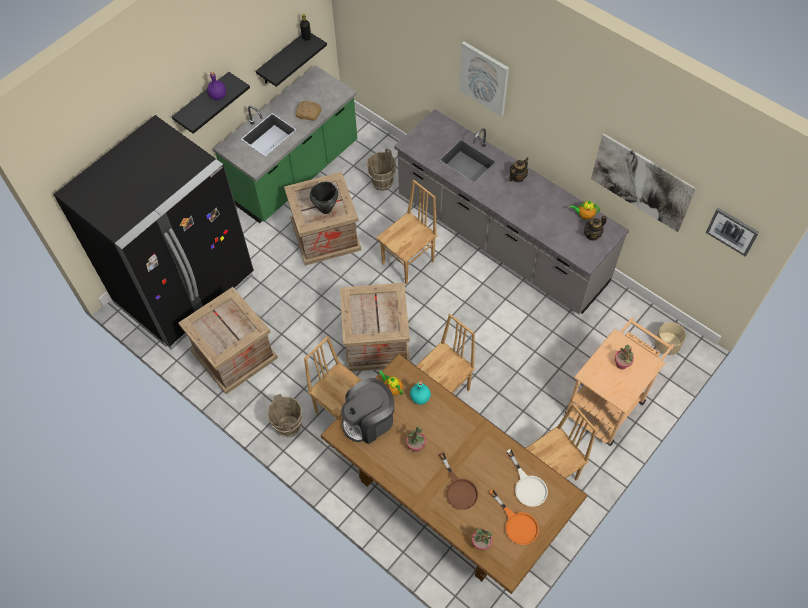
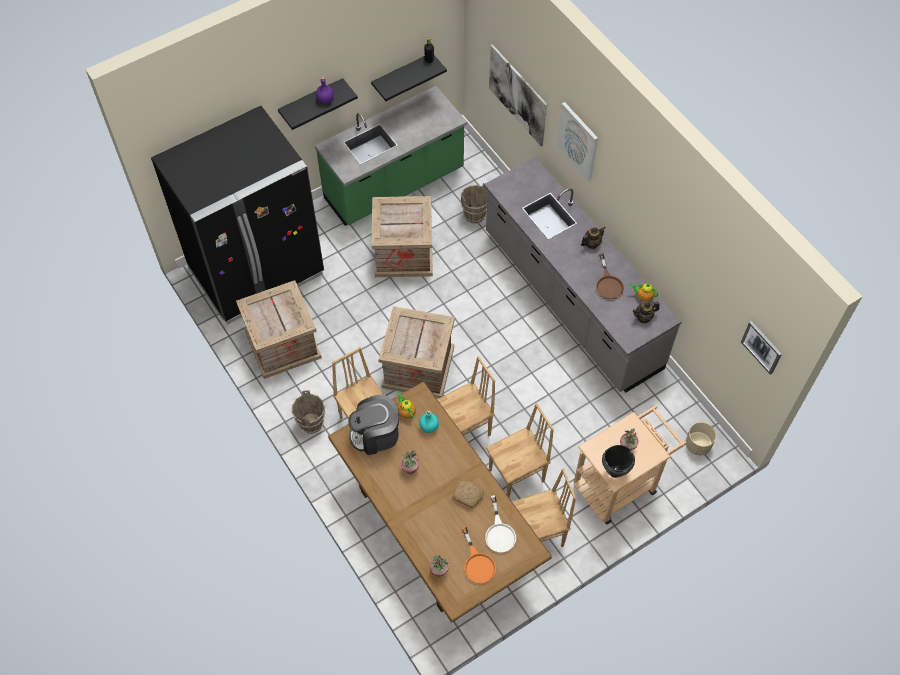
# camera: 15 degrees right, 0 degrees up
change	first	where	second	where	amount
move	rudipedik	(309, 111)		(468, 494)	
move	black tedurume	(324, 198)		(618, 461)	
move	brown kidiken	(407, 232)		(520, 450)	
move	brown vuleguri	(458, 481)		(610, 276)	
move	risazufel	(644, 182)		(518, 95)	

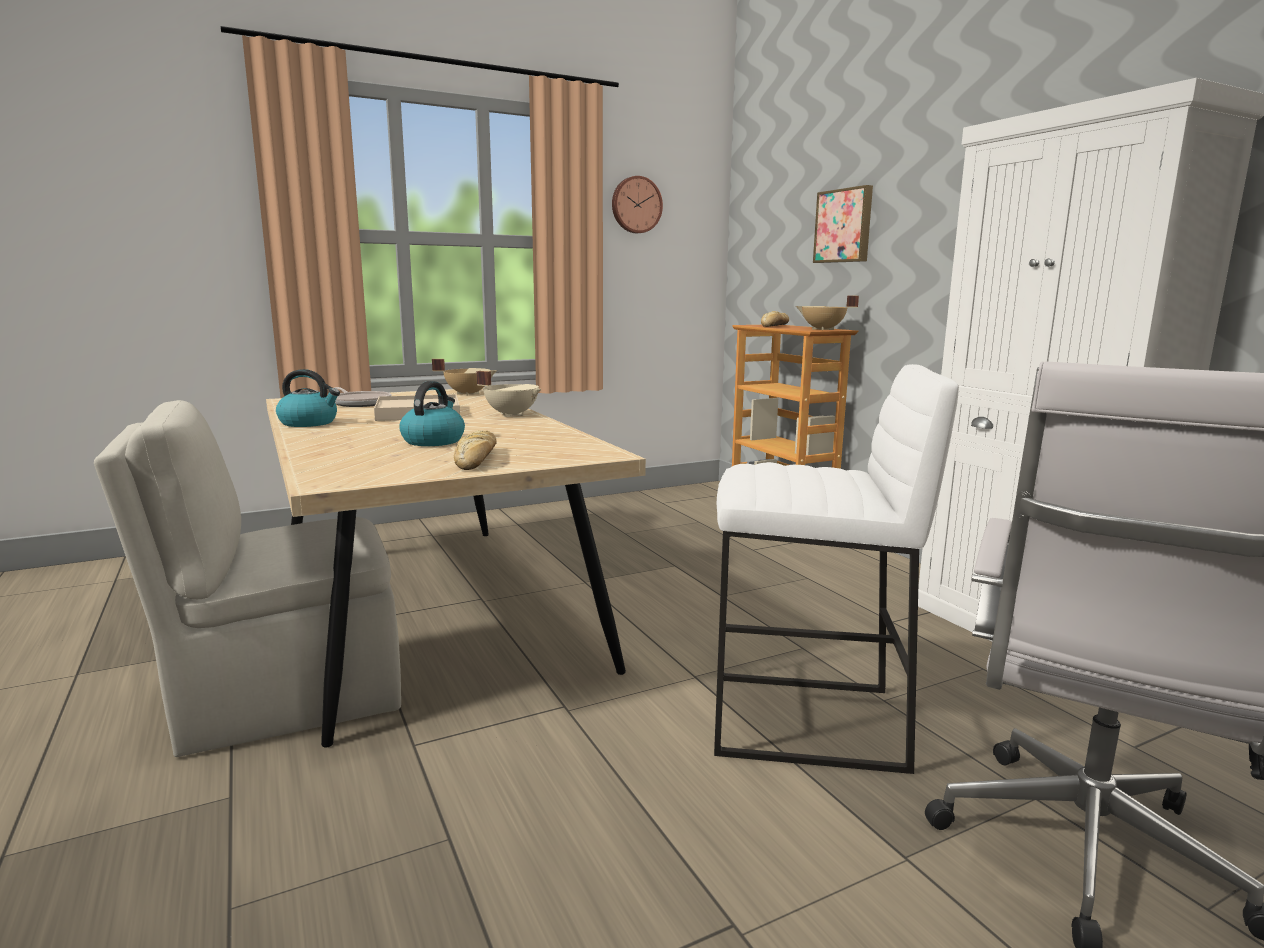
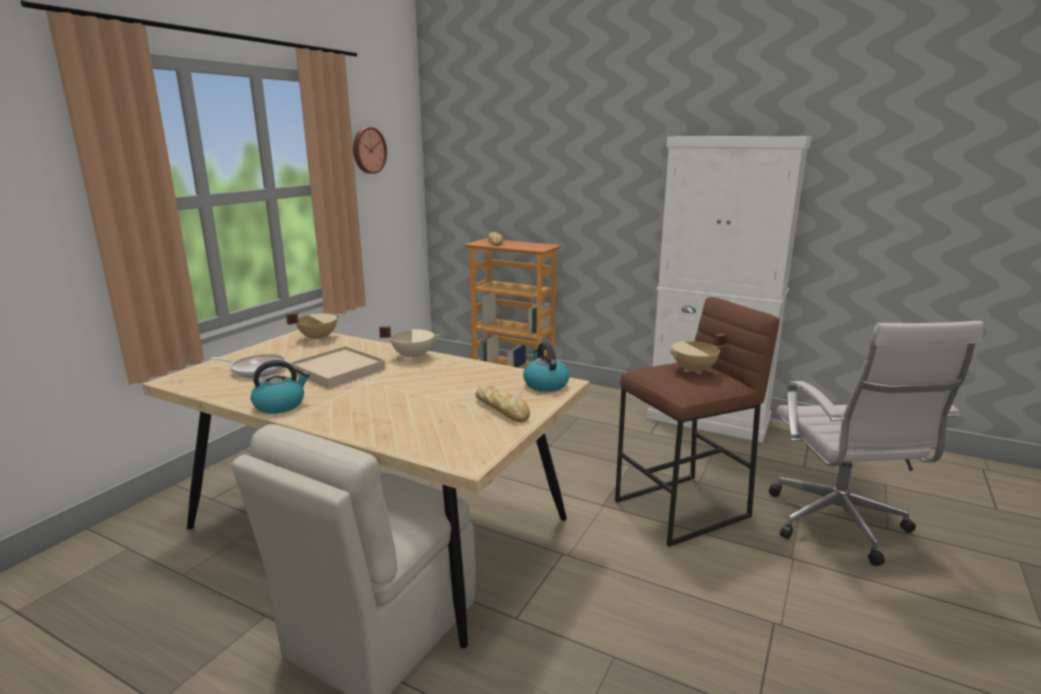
# camera: 35 degrees left, 5 degrees up
change	first	where	second	where	amount
move	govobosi	(432, 413)		(546, 367)	
recolor	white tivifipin	(836, 569)	brown tivifipin	(697, 422)	
move	beige tedurume	(827, 313)		(698, 353)	
delete	risazufel	(843, 224)			

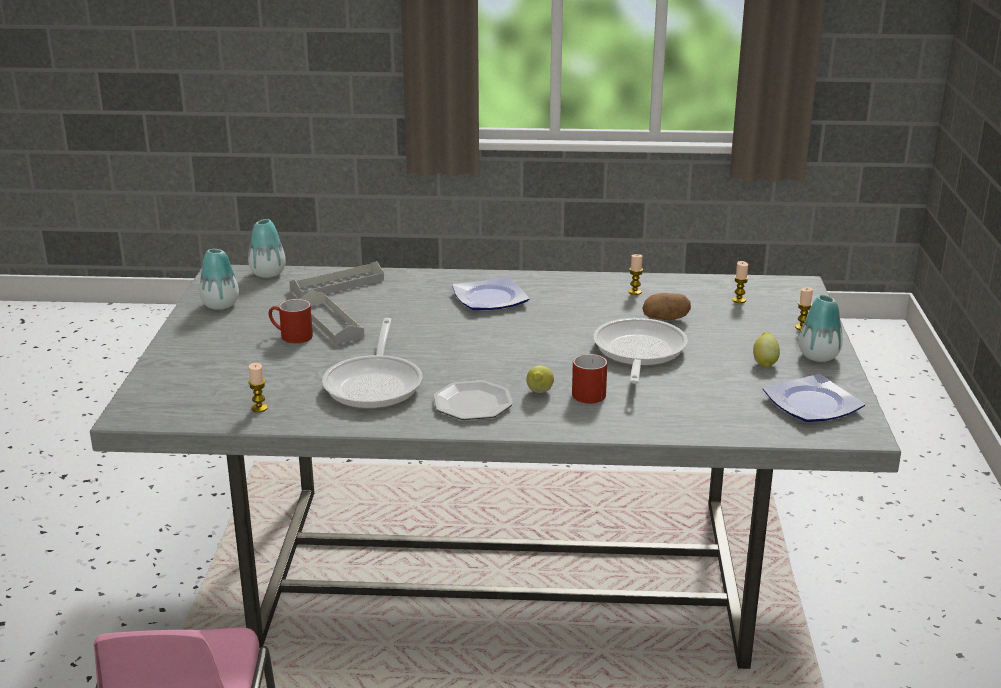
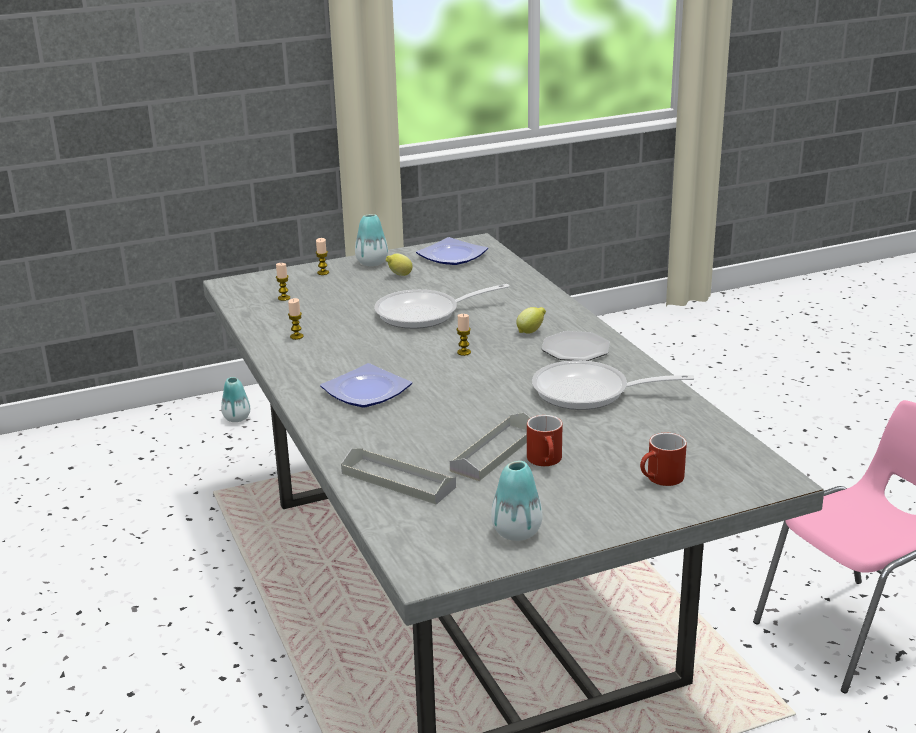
# camera: 115 degrees left, 0 degrees up
change	first	where	second	where	amount
move	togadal	(267, 248)		(235, 399)	
move	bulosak	(258, 387)		(463, 335)	
rotate	vuleguri	(372, 363)		(613, 385)	150 degrees counterclockwise
move	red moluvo	(589, 379)		(663, 459)	
delete	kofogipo	(666, 306)			

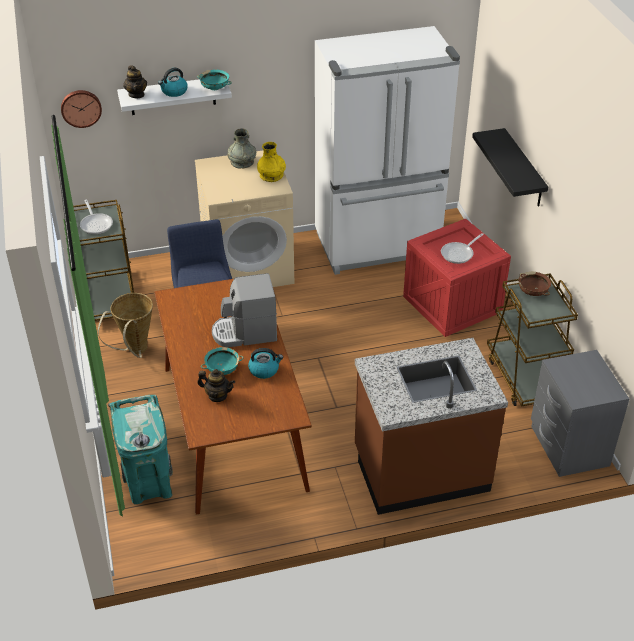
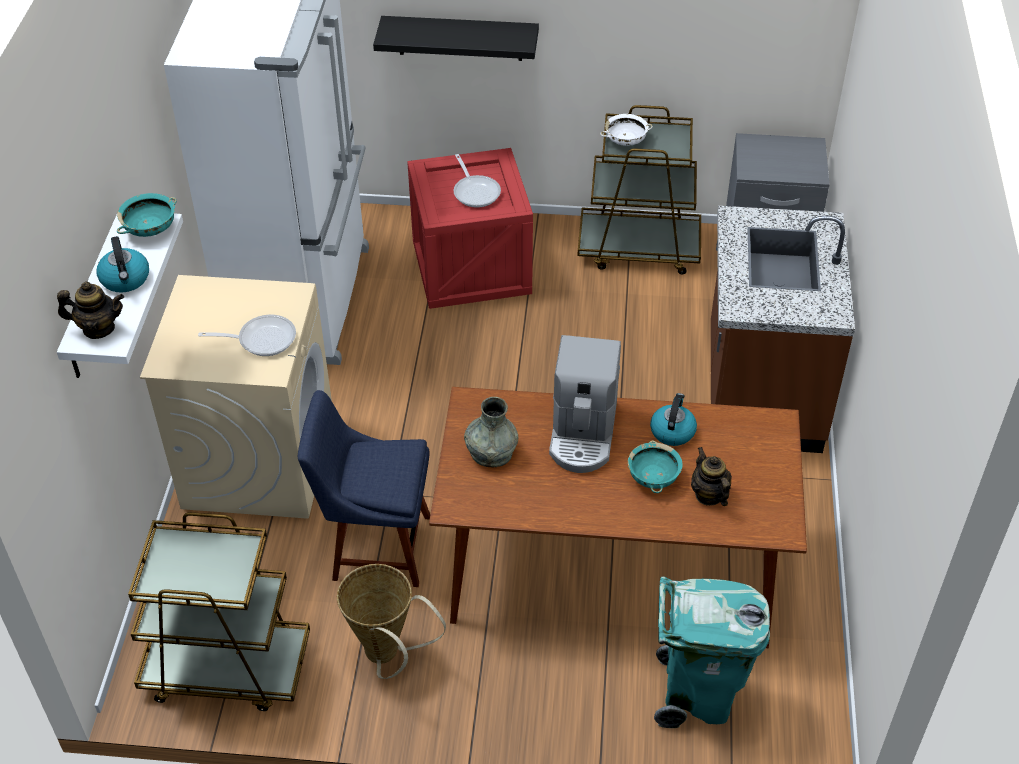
# camera: 70 degrees left, 5 degrees up
change	first	where	second	where	amount
delete	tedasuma	(81, 109)			
move	vuleguri	(96, 217)		(247, 335)	
rotate	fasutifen	(216, 385)		(711, 476)	60 degrees counterclockwise
move	grey togadal	(242, 148)		(491, 432)	
delete	yellow togadal	(271, 162)			
recolor	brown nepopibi	(535, 284)	white nepopibi	(626, 130)	

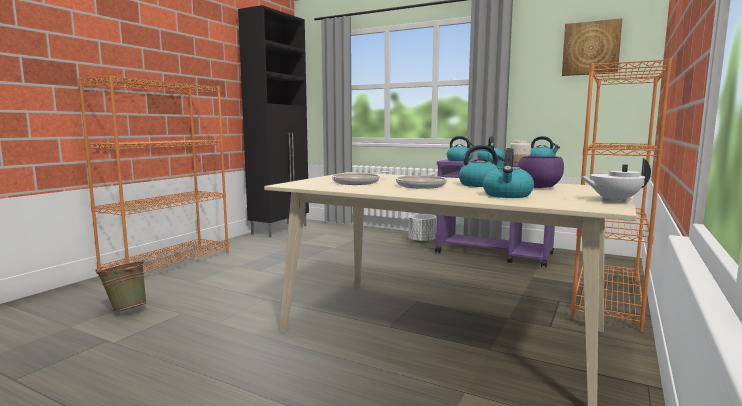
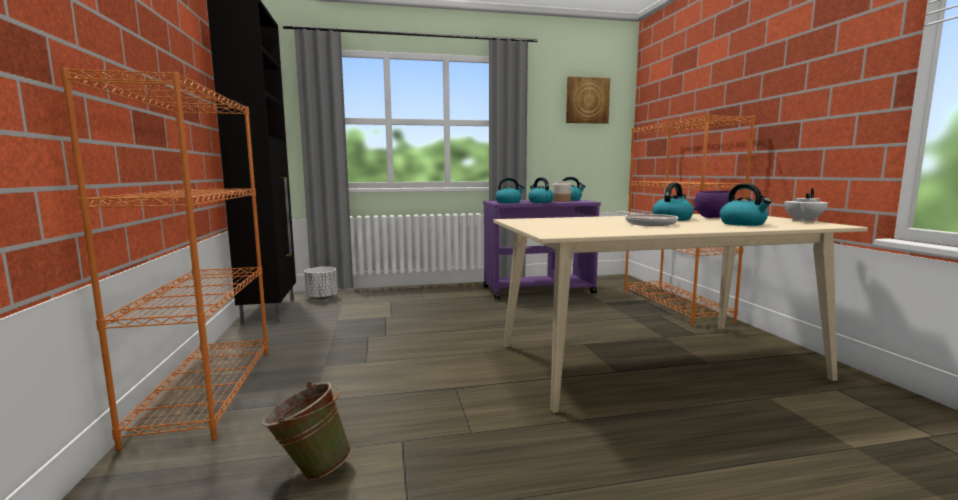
# camera: 40 degrees left, 0 degrees up
change	first	where	second	where	amount
delete	vuleguri	(361, 178)			
move	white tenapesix	(422, 228)		(320, 283)	

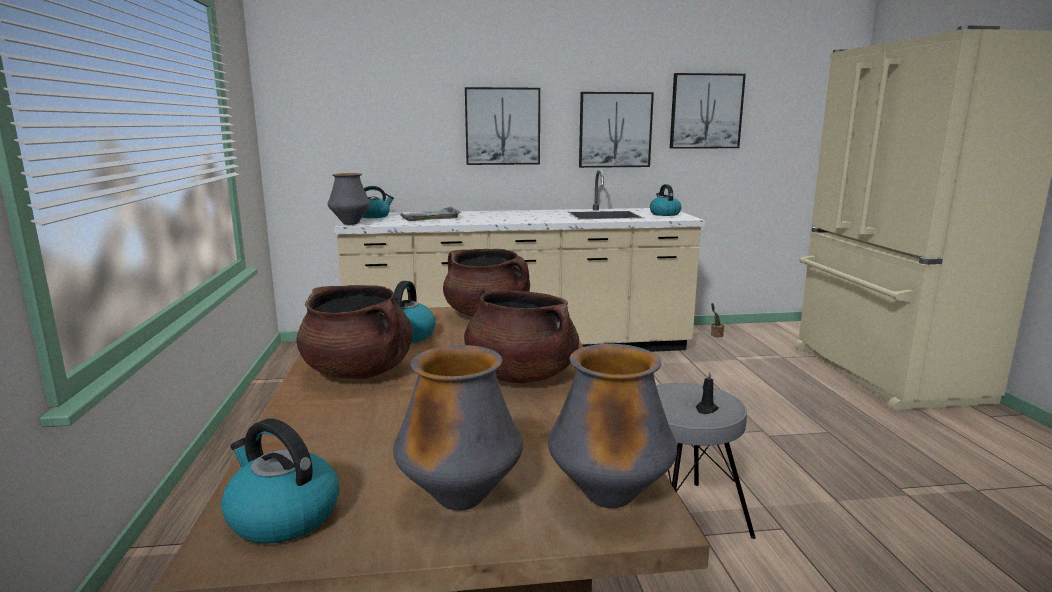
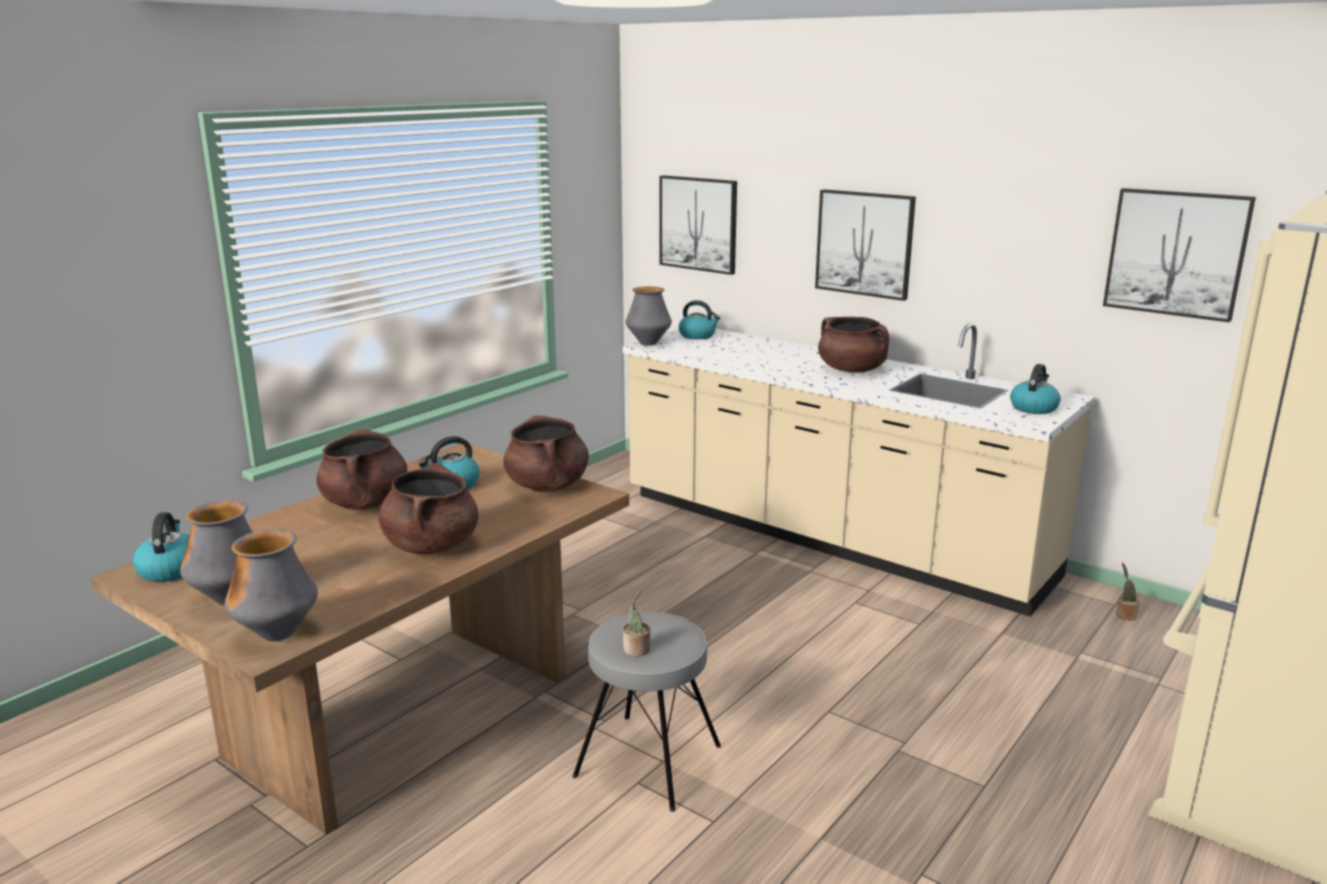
# camera: 45 degrees right, 5 degrees up
change	first	where	second	where	amount
delete	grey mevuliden	(430, 214)			
move	risazufel	(616, 130)		(698, 225)	
replace	black bulosak	(707, 392)	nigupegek	(636, 623)	
insert			brown tedurume	(853, 345)	

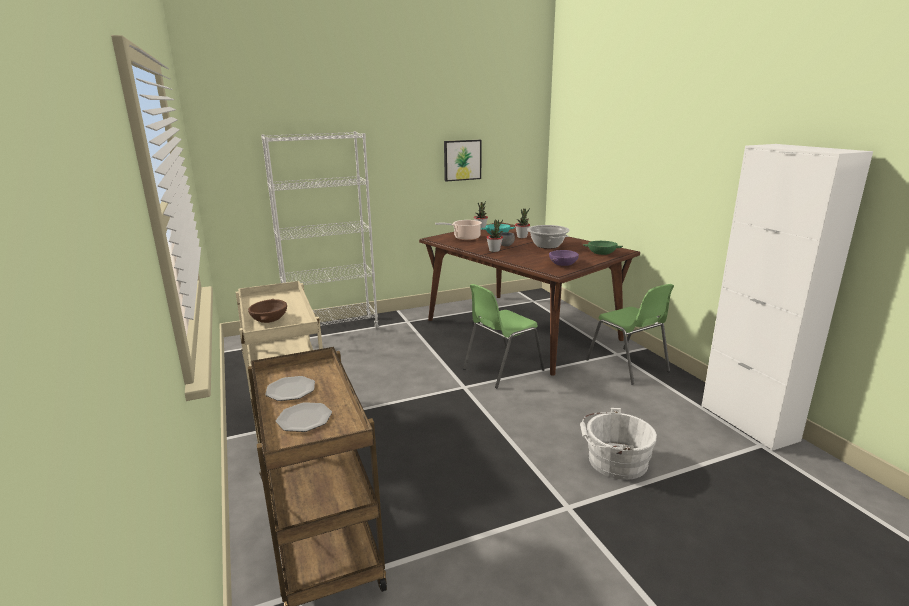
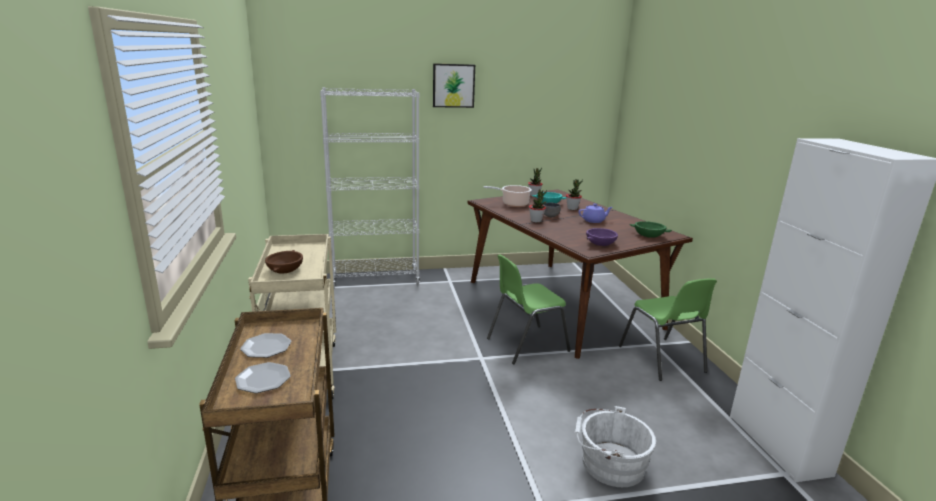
# camera: 10 degrees right, 0 degrees up
change	first	where	second	where	amount
move	risazufel	(462, 161)		(454, 85)	
replace	tedurume	(548, 237)	purple fasutifen	(595, 213)	

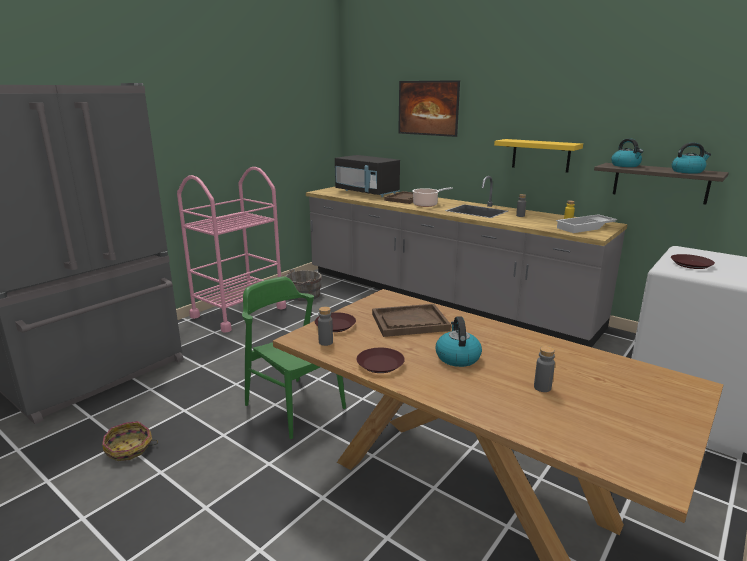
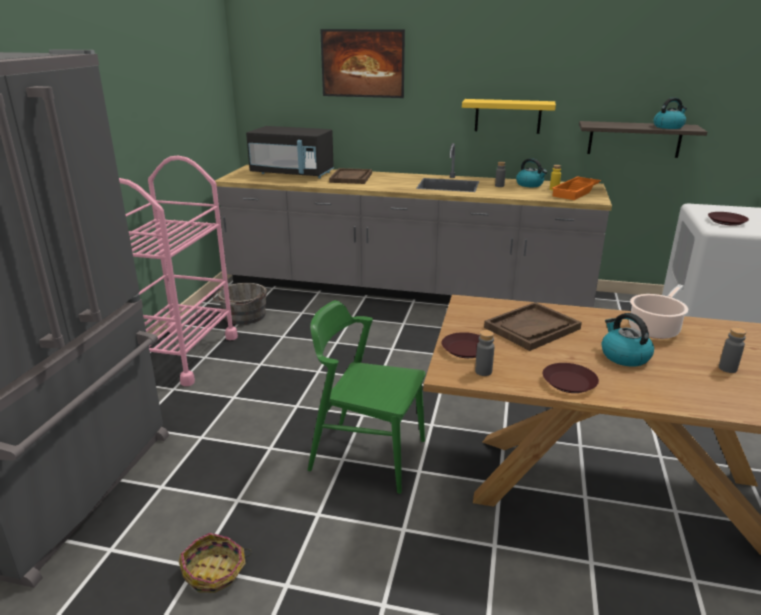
# camera: 25 degrees left, 5 degrees up
change	first	where	second	where	amount
move	tedurume	(432, 197)		(658, 311)	
recolor	white mevuliden	(587, 223)	orange mevuliden	(576, 188)	
move	govobosi	(627, 152)		(531, 172)	

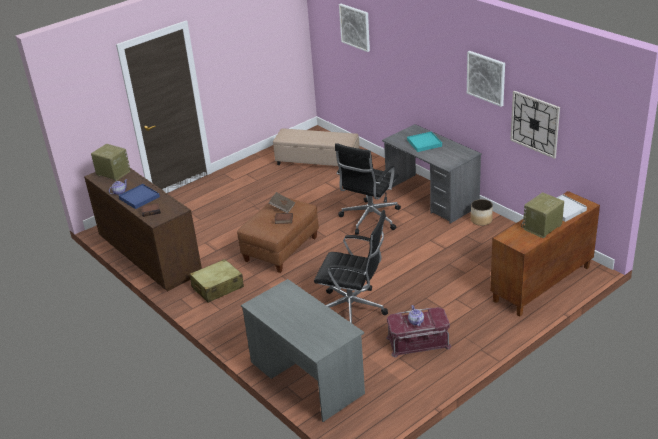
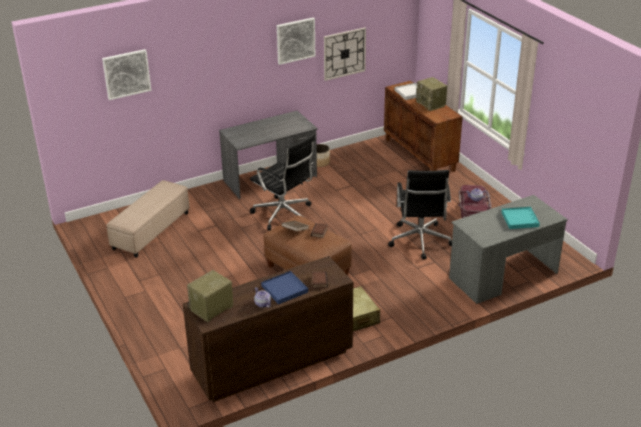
# camera: 80 degrees left, 0 degrees up
change	first	where	second	where	amount
rotate	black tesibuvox	(351, 266)		(420, 215)	150 degrees clockwise
move	turquoise mevuliden	(424, 142)		(520, 218)	

